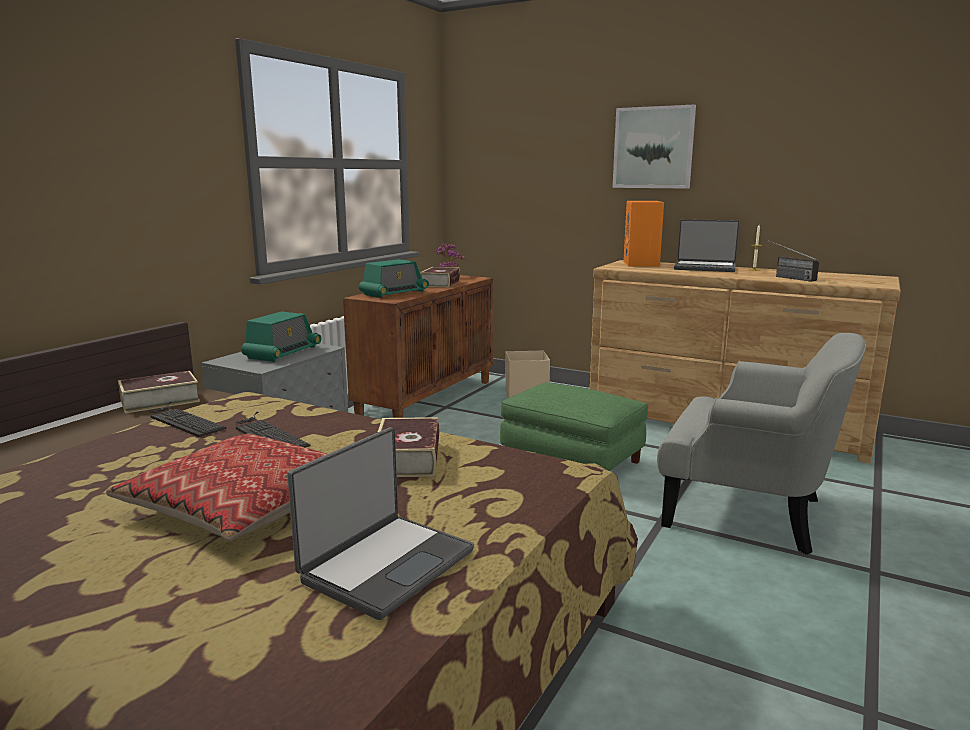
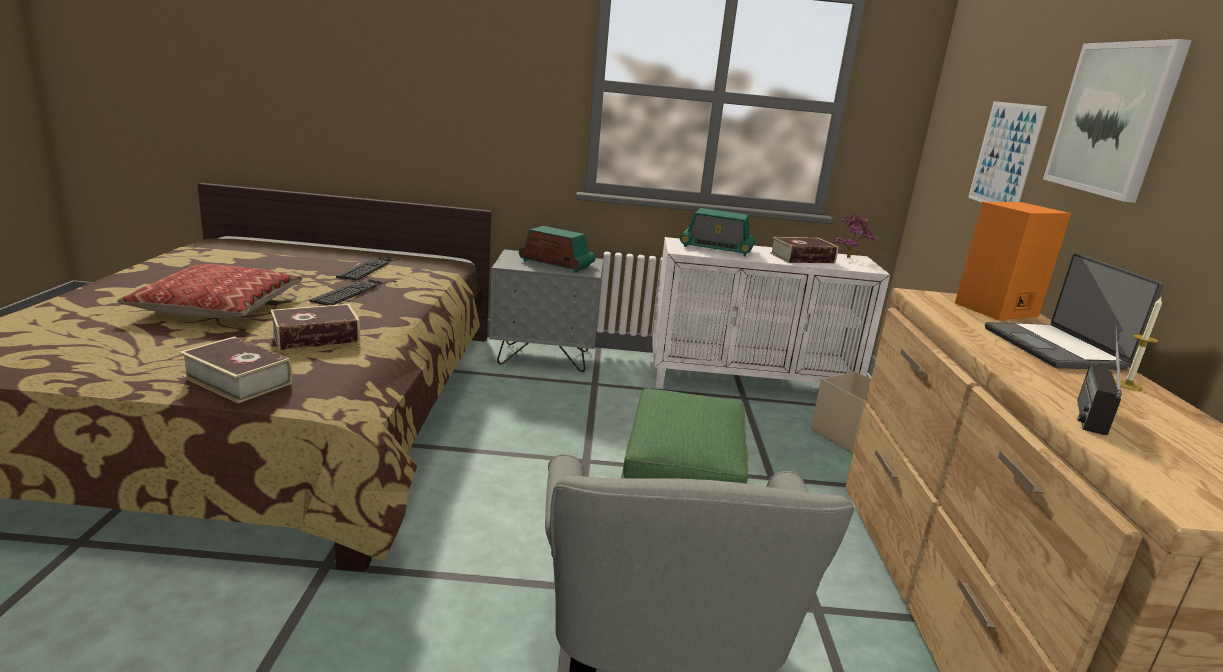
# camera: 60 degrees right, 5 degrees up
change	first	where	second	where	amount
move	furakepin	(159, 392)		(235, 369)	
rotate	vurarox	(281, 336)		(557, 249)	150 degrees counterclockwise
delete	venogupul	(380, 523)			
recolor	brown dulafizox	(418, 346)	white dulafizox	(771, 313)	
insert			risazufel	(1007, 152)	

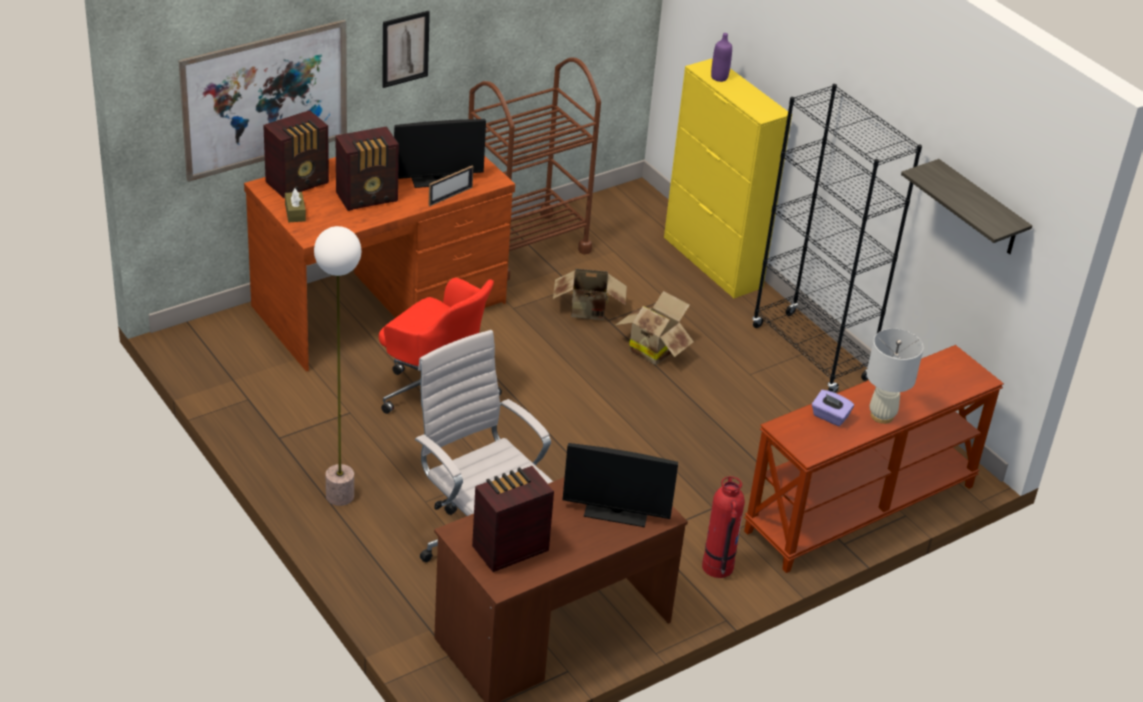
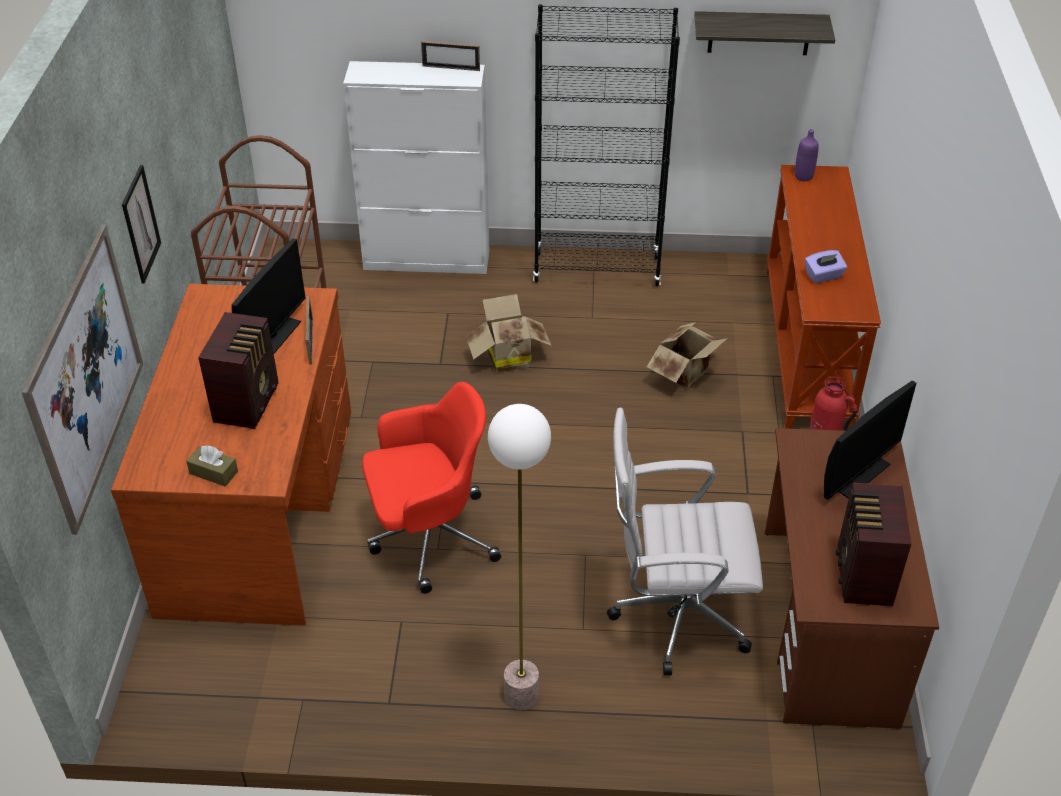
# camera: 50 degrees left, 5 degrees up
change	first	where	second	where	amount
delete	vurarox	(296, 154)			
move	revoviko	(590, 294)		(687, 355)	
recolor	yellow dulafizox	(728, 178)	white dulafizox	(416, 167)	
move	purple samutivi	(721, 57)		(807, 155)	
delete	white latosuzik	(895, 376)			
insert			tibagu	(450, 56)	

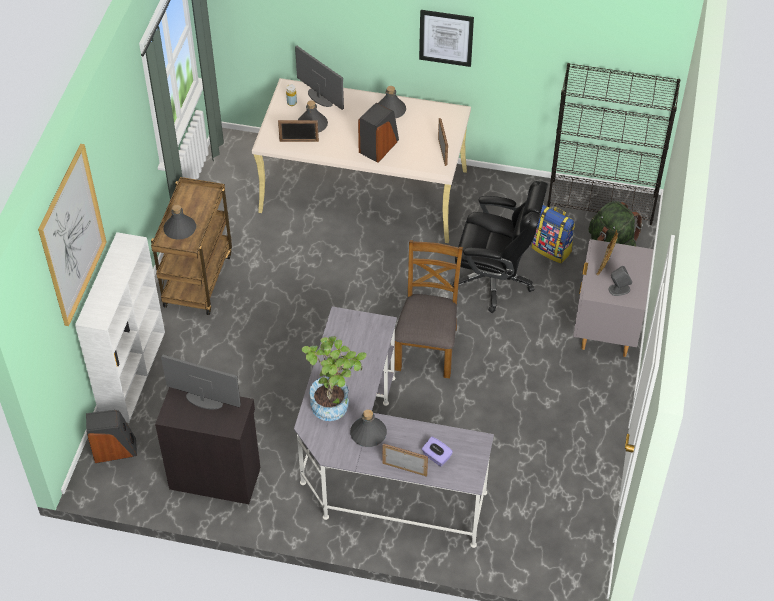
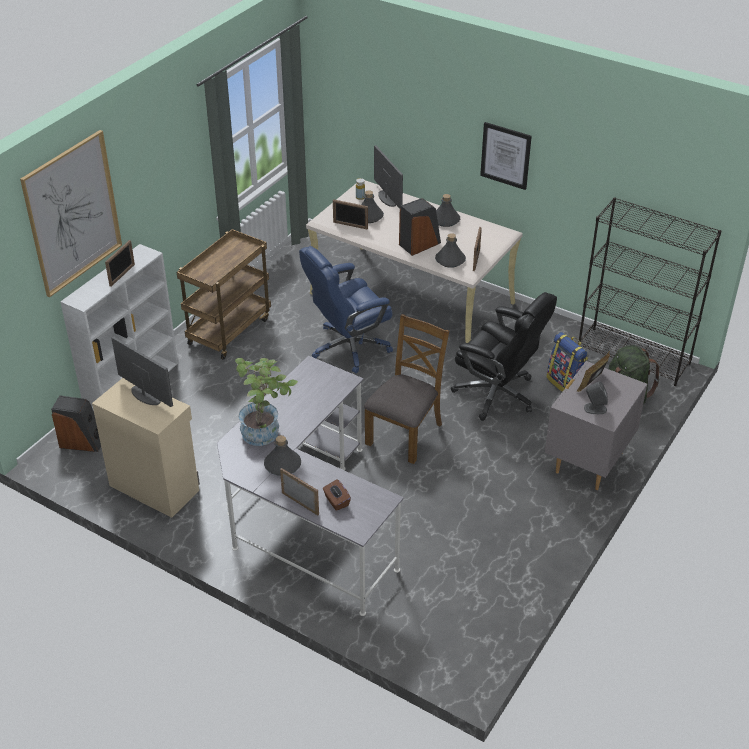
# camera: 20 degrees right, 10 degrees down
change	first	where	second	where	amount
recolor	black dulafizox	(207, 445)	beige dulafizox	(146, 448)	
move	grey samutivi	(179, 222)		(450, 250)	
recolor	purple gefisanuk	(437, 451)	brown gefisanuk	(337, 495)	
insert			tibagu	(120, 263)	
insert			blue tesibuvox	(346, 309)	

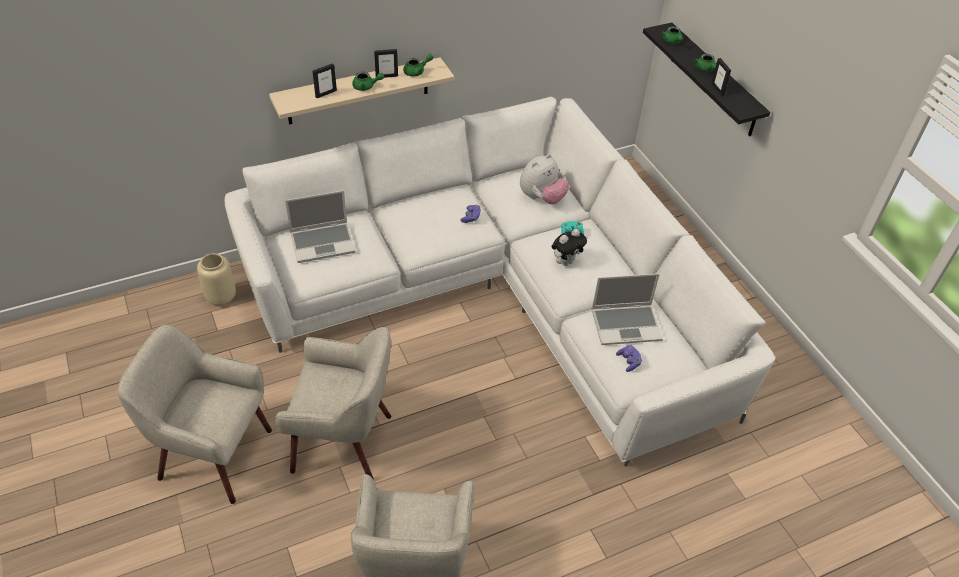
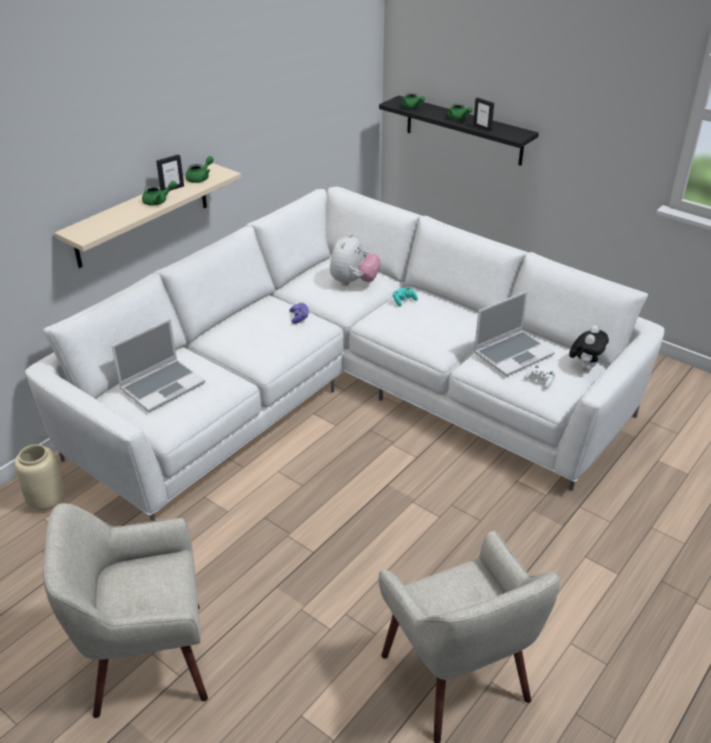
# camera: 25 degrees left, 10 degrees down
change	first	where	second	where	amount
delete	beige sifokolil	(333, 403)			
delete	tibagu	(324, 80)			
move	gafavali	(569, 247)		(589, 348)	
recolor	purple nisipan	(629, 358)	white nisipan	(540, 377)	

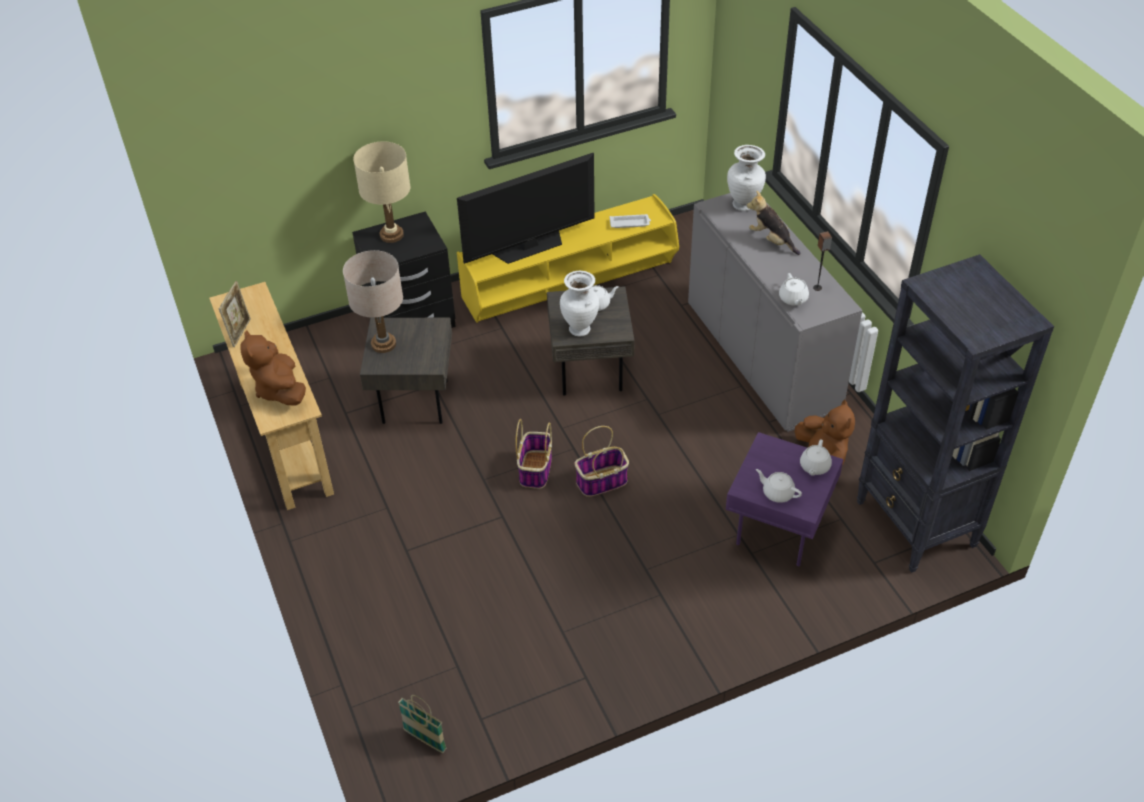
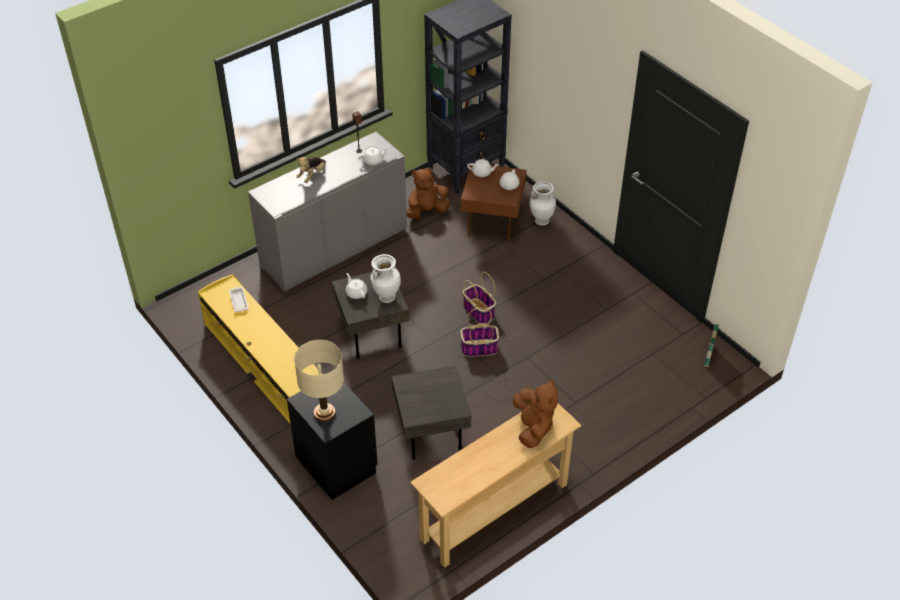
# camera: 105 degrees left, 0 degrees up
change	first	where	second	where	amount
delete	tibagu	(235, 314)			
rotate	brown gafavali	(273, 368)		(535, 413)	60 degrees counterclockwise
delete	beige latosuzik	(373, 301)			
delete	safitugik	(526, 208)			
recolor	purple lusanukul	(784, 499)	brown lusanukul	(494, 202)	
move	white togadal	(746, 178)		(543, 203)	

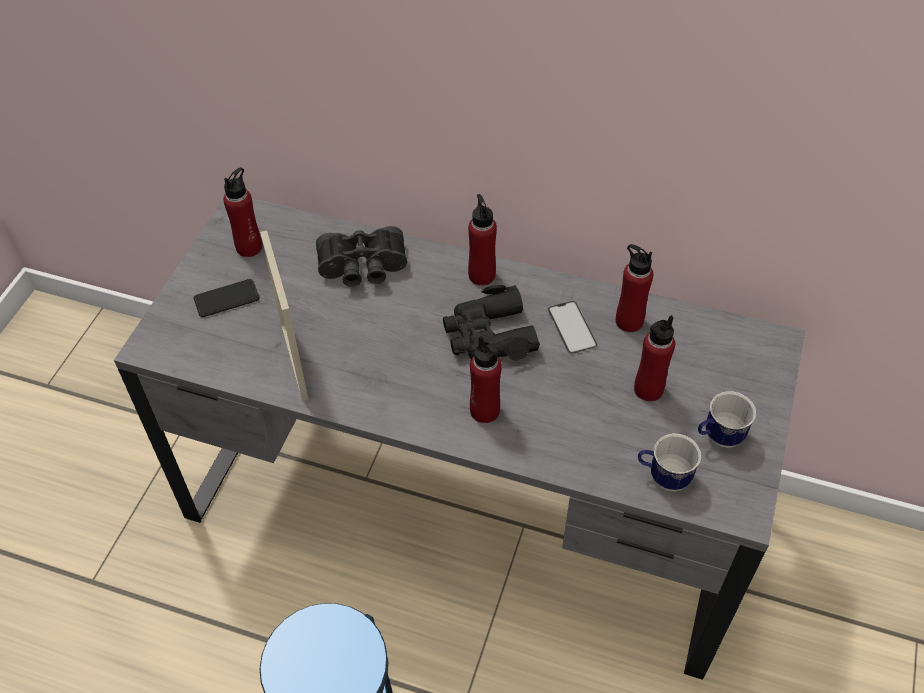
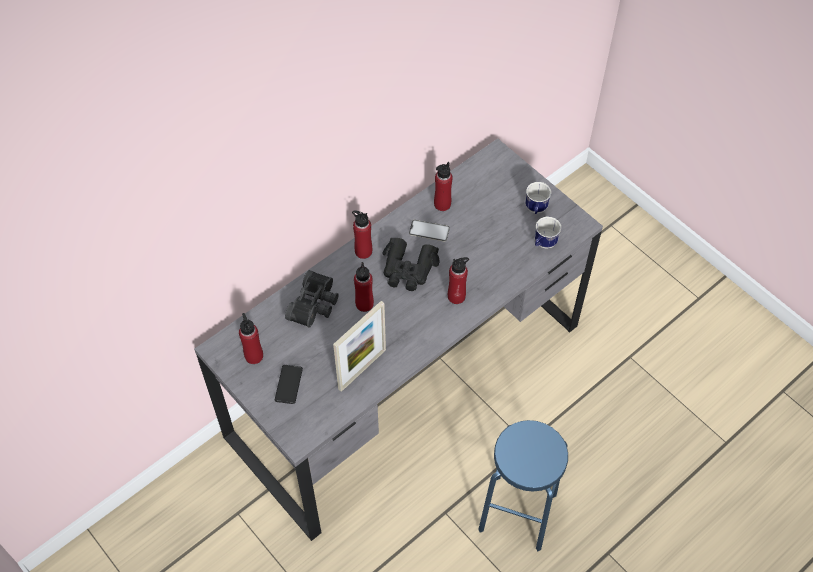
# camera: 60 degrees left, 5 degrees up
change	first	where	second	where	amount
rotate	tibagu	(284, 316)		(359, 346)	60 degrees counterclockwise
move	red samutivi	(654, 358)		(364, 287)	

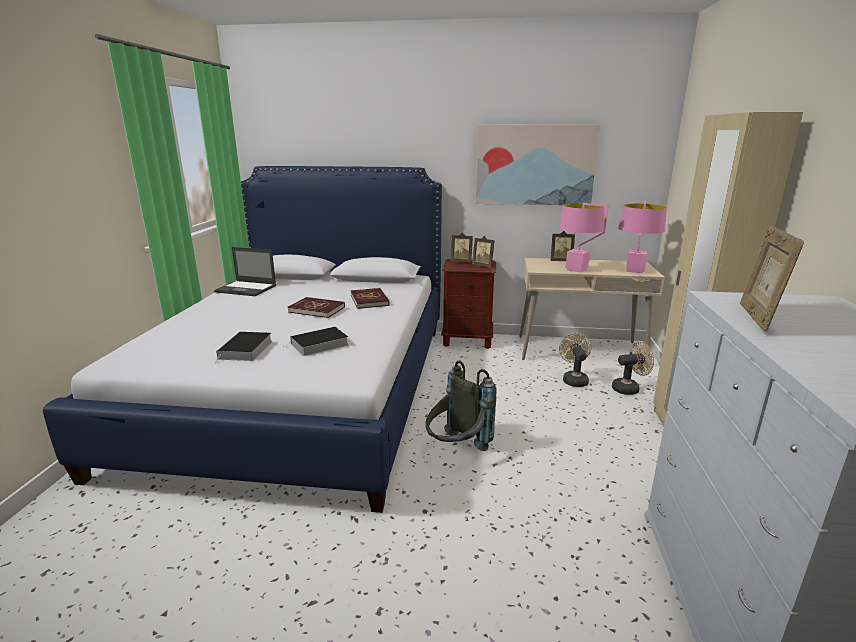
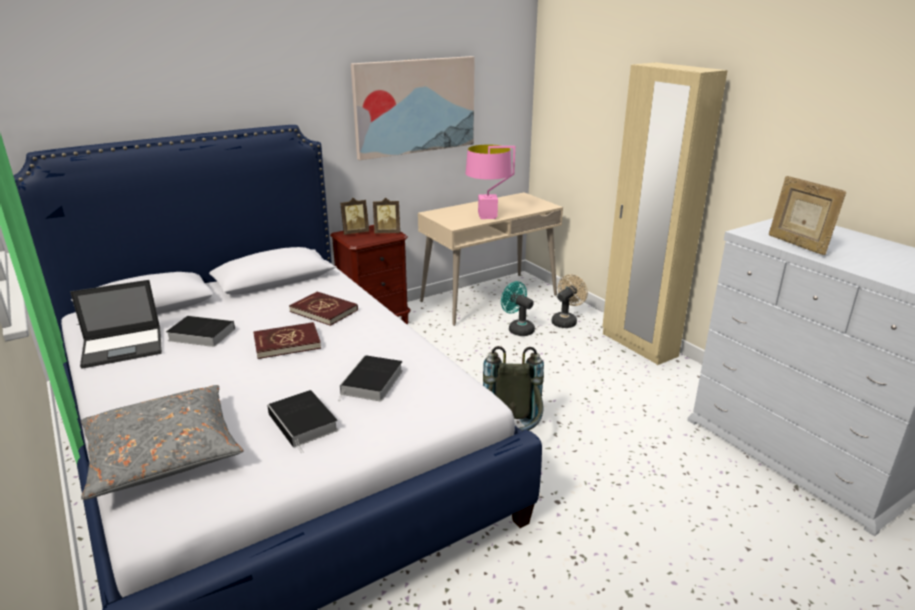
# camera: 40 degrees left, 5 degrees up
change	first	where	second	where	amount
delete	tibagu	(562, 246)			
recolor	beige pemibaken	(575, 360)	turquoise pemibaken	(518, 308)	
delete	pink latosuzik	(642, 236)			
insert			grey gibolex	(162, 442)	
insert			furakepin	(200, 331)	

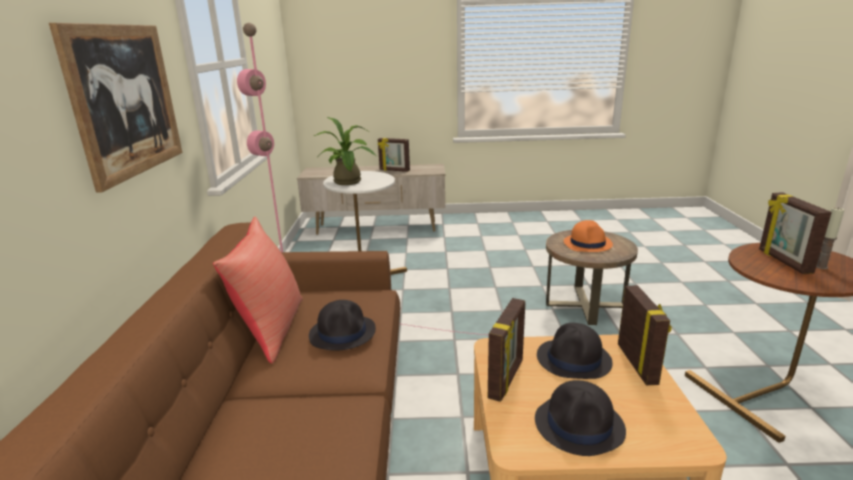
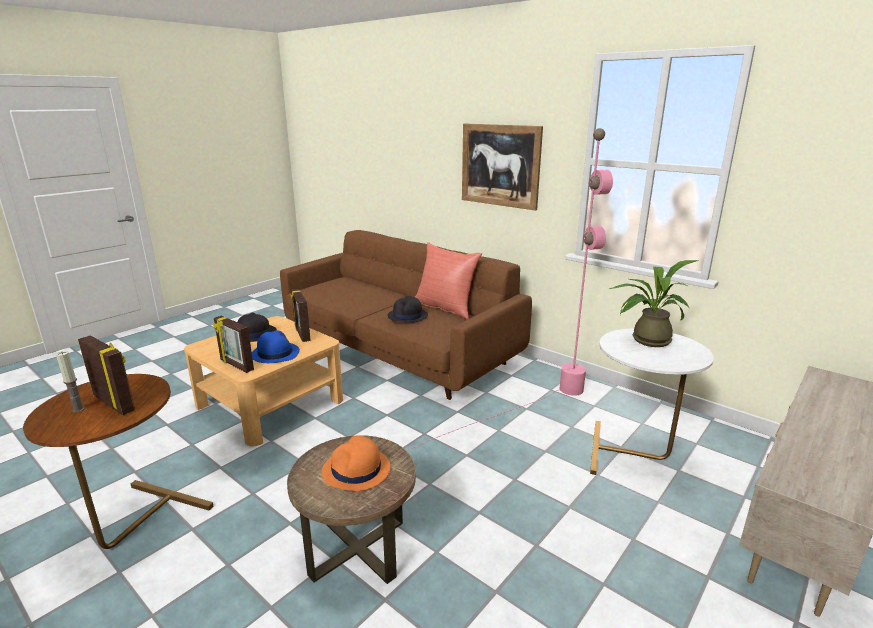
# camera: 130 degrees right, 0 degrees up
change	first	where	second	where	amount
delete	tibagu	(394, 155)			
recolor	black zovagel	(575, 351)	blue zovagel	(276, 347)	

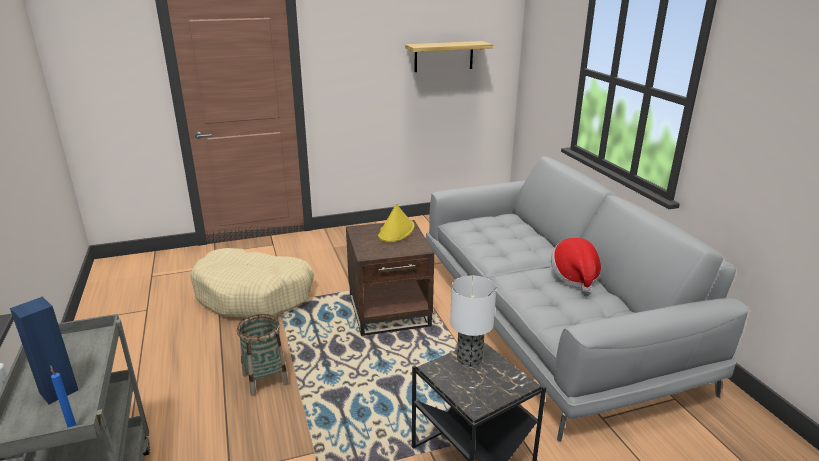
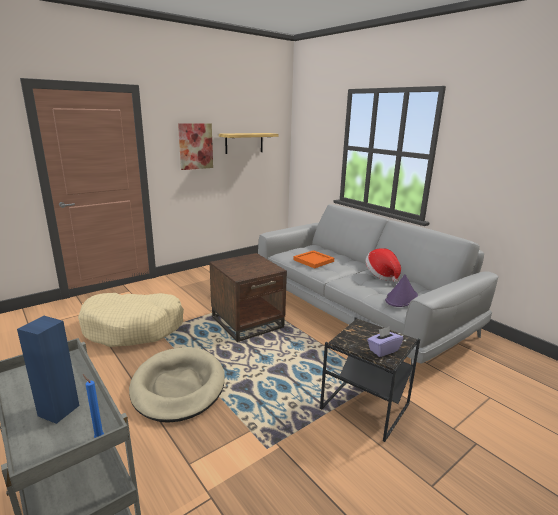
# camera: 20 degrees left, 5 degrees down
change	first	where	second	where	amount
replace	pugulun	(262, 355)	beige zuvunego	(177, 385)	
delete	yellow zovagel	(396, 222)			
delete	latosuzik	(473, 321)			
insert			risazufel	(195, 146)	
insert			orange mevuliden	(313, 259)	
insert			purple gefisanuk	(385, 341)	
insert			purple zovagel	(401, 291)	

